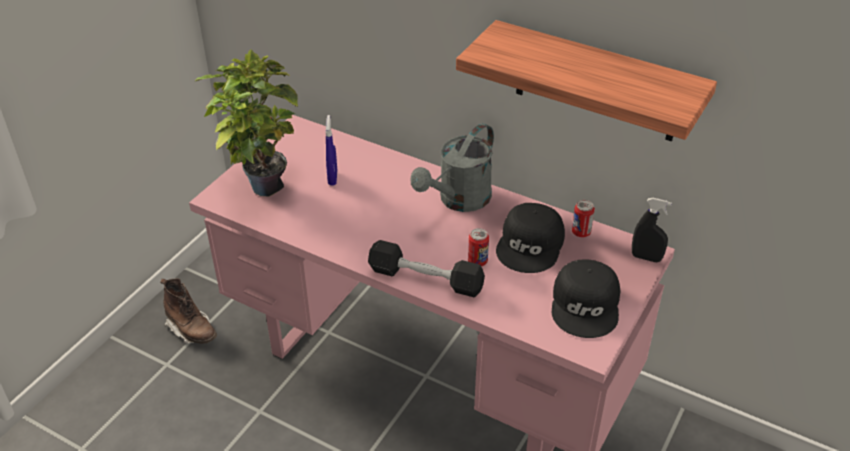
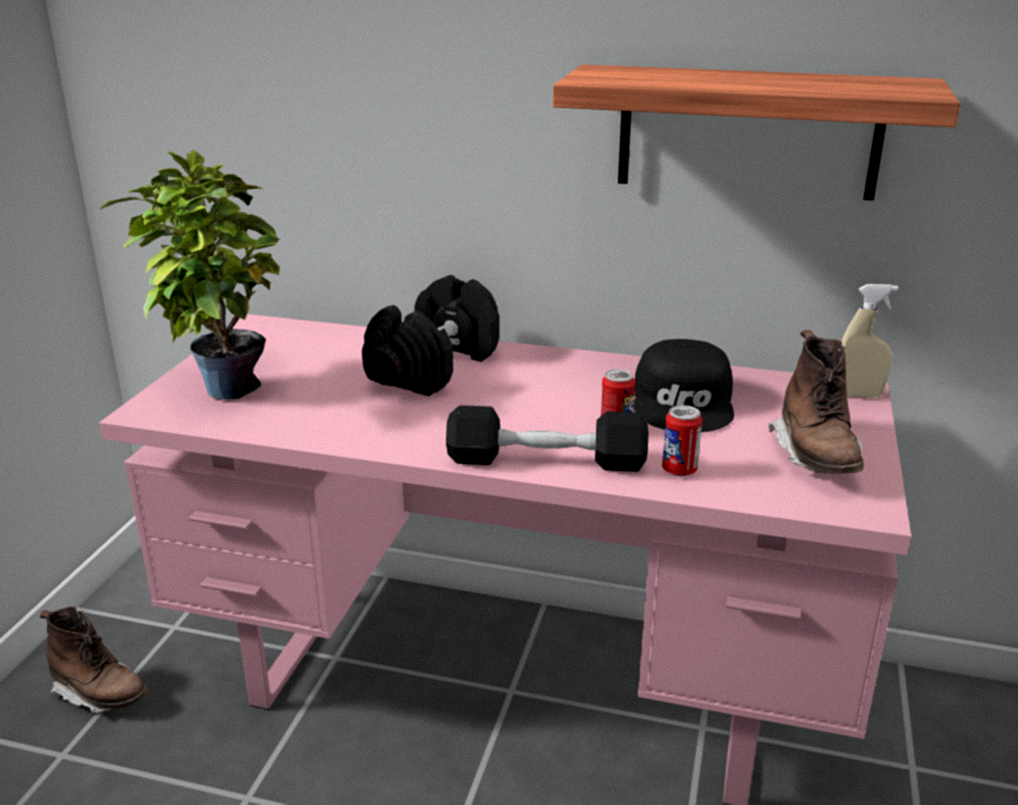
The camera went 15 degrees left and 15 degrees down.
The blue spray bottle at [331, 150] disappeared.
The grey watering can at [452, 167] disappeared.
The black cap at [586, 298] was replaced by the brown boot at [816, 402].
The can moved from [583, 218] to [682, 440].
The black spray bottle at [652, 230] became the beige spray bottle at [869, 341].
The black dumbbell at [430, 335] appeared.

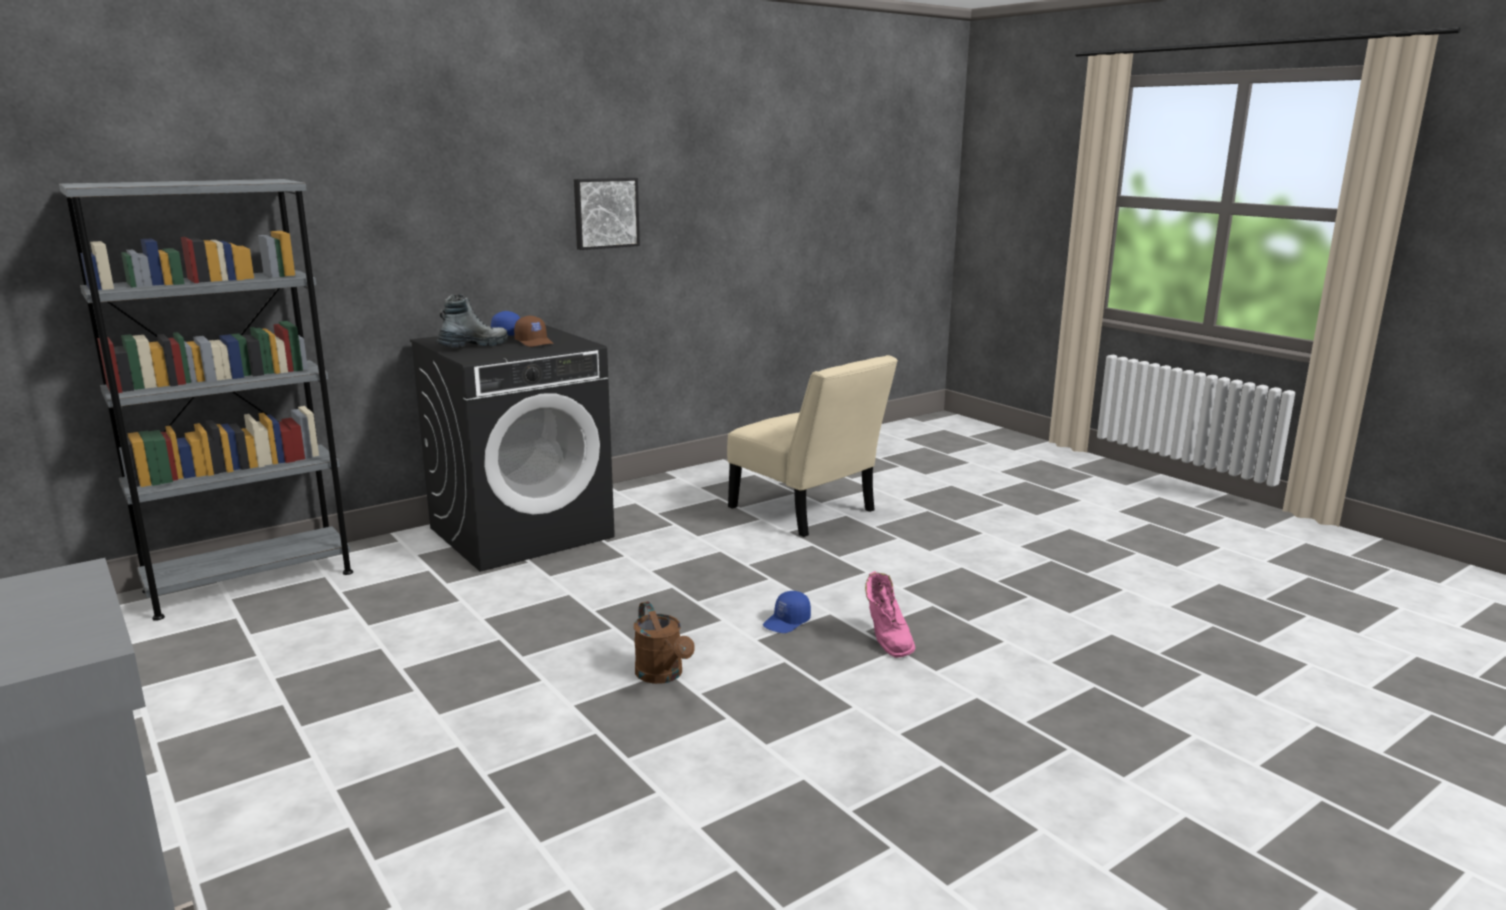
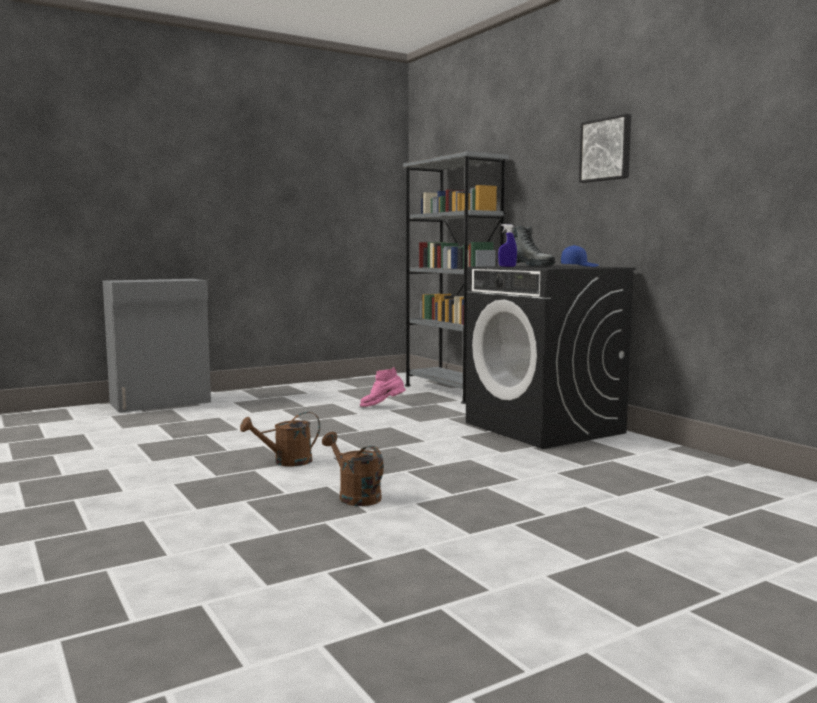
The camera went 95 degrees right and 10 degrees down.
The brown cap at [534, 331] disappeared.
The picture moved from [607, 214] to [605, 148].
The beige chair at [812, 446] disappeared.
The blue cap at [787, 612] was replaced by the brown watering can at [353, 469].
The pink boot moved from [890, 614] to [383, 387].
The blue spray bottle at [507, 245] appeared.

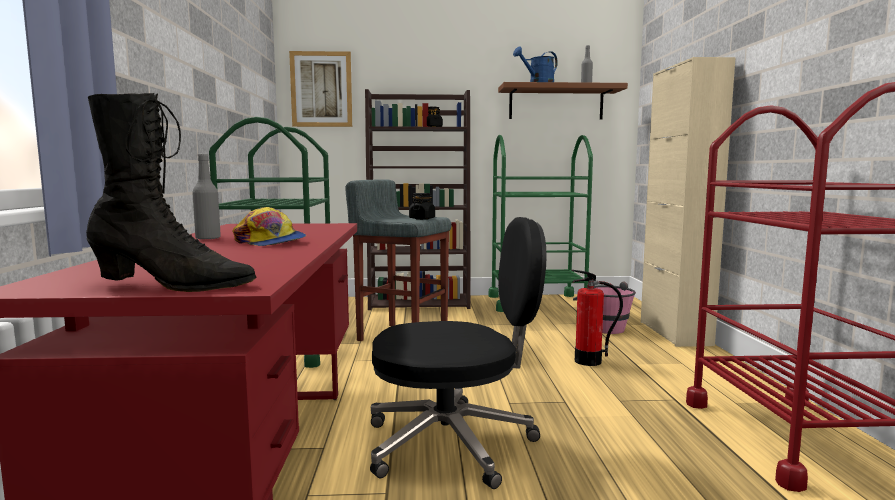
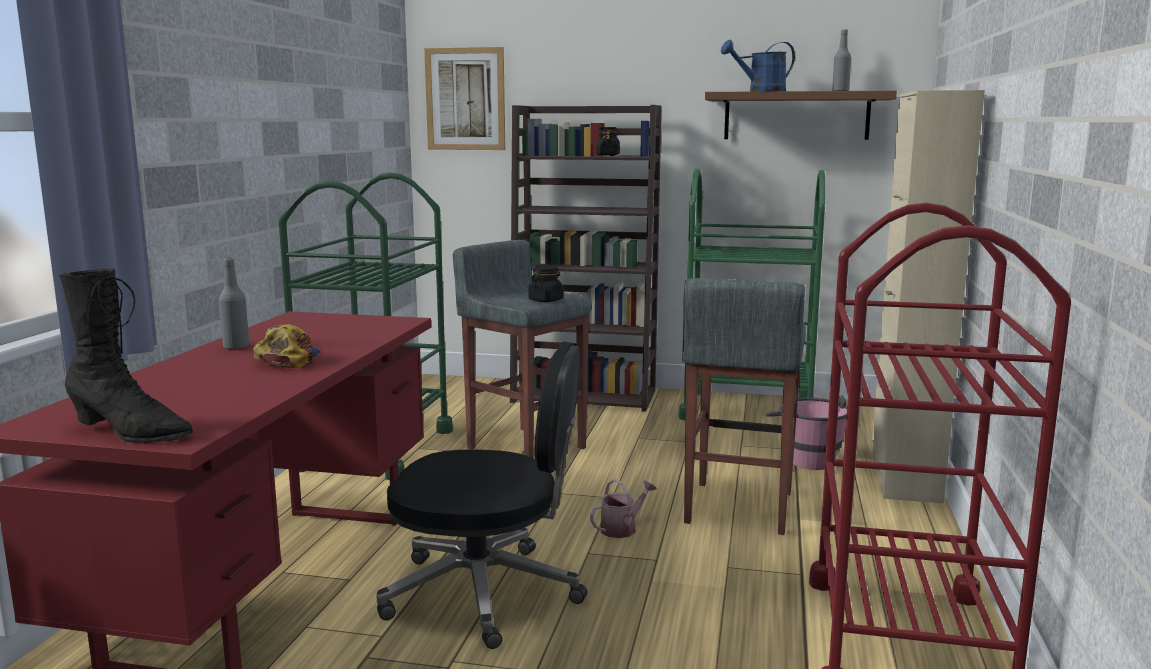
The camera went 15 degrees right and 5 degrees up.
The cap at [269, 226] turned 150 degrees counterclockwise.
The fire extinguisher at [597, 318] was replaced by the grey stool at [744, 406].
The watering can at [623, 508] appeared.

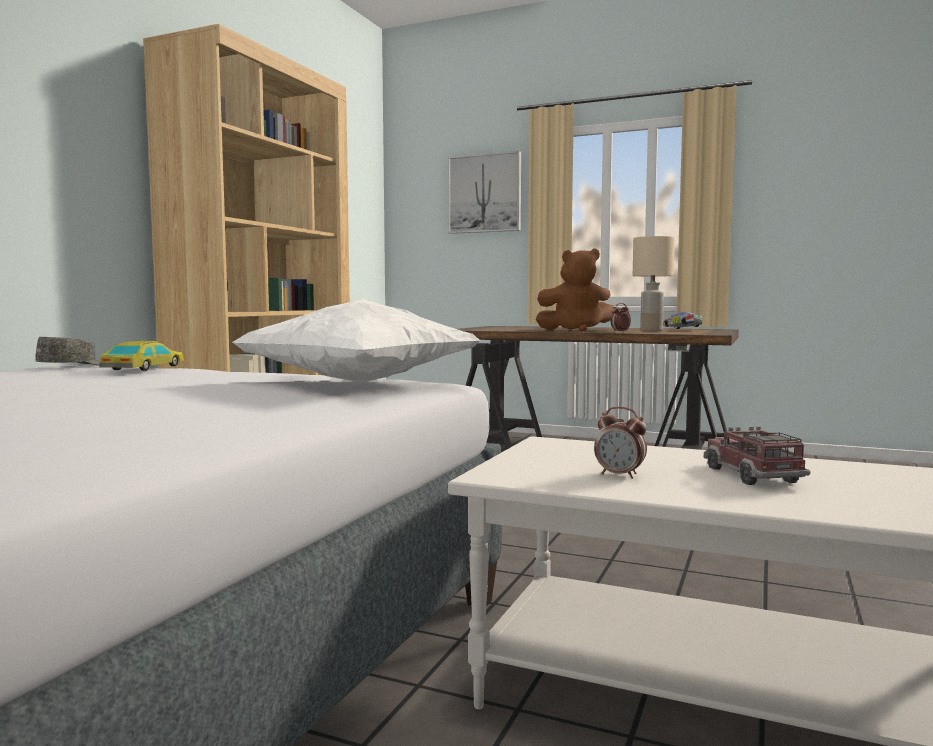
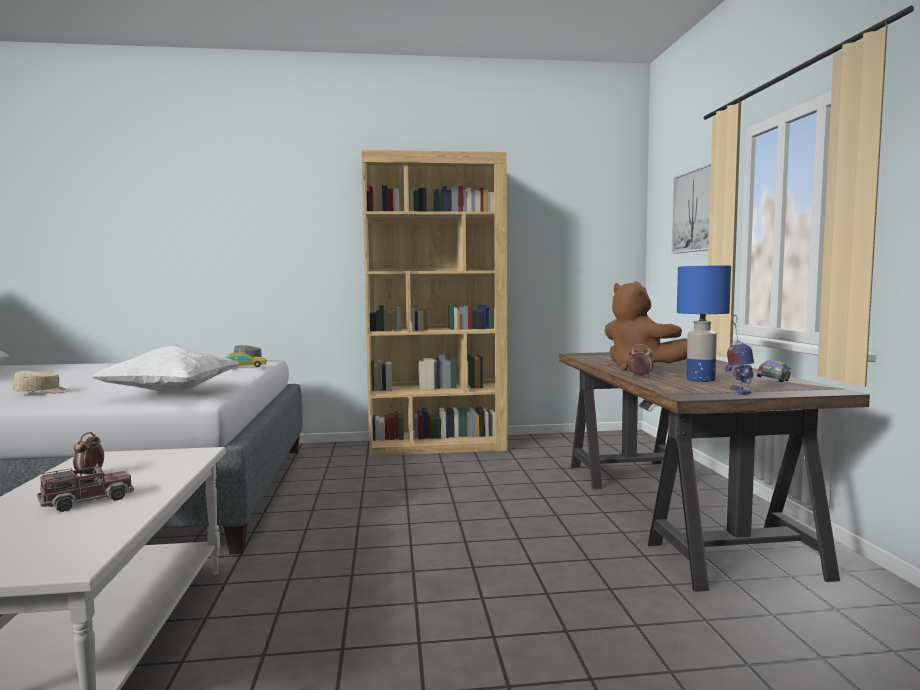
The camera went 60 degrees right and 0 degrees up.
The beige table lamp at [654, 283] became the blue table lamp at [704, 324].
The beige cap at [41, 382] appeared.
The toy robot at [739, 355] appeared.

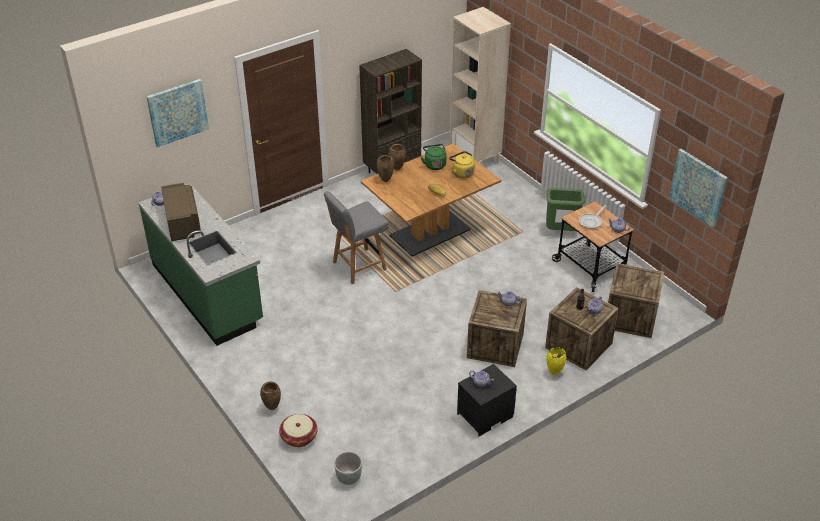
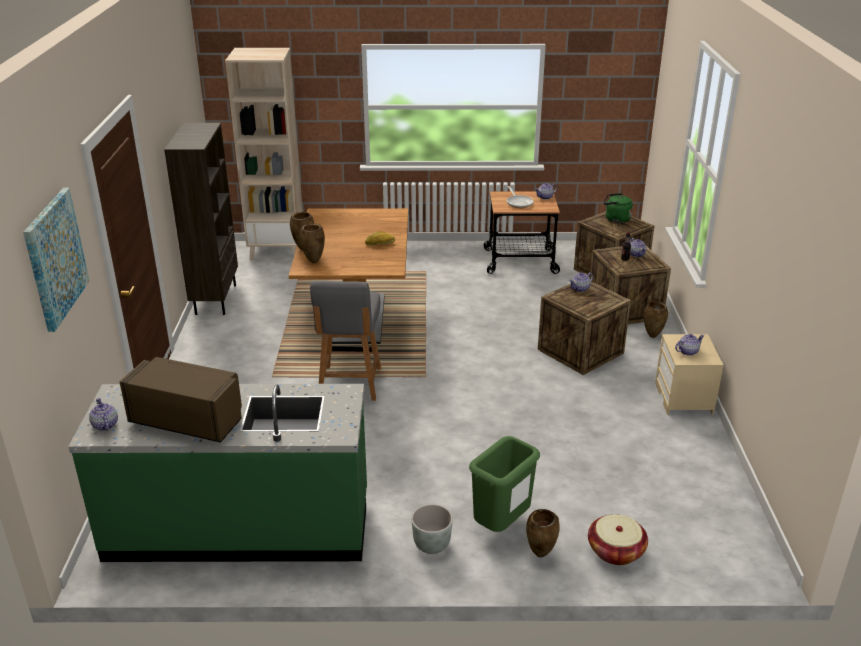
The camera went 55 degrees left and 10 degrees down.
The grey planter moved from [348, 468] to [432, 529].
The green kettle moved from [433, 157] to [618, 208].
The yellow kettle at [462, 164] disappeared.
The black nightstand at [487, 400] became the beige nightstand at [689, 374].
The green trash can moved from [565, 209] to [504, 484].
The yellow vase at [556, 361] became the brown vase at [656, 319].
The picture at [698, 188] disappeared.

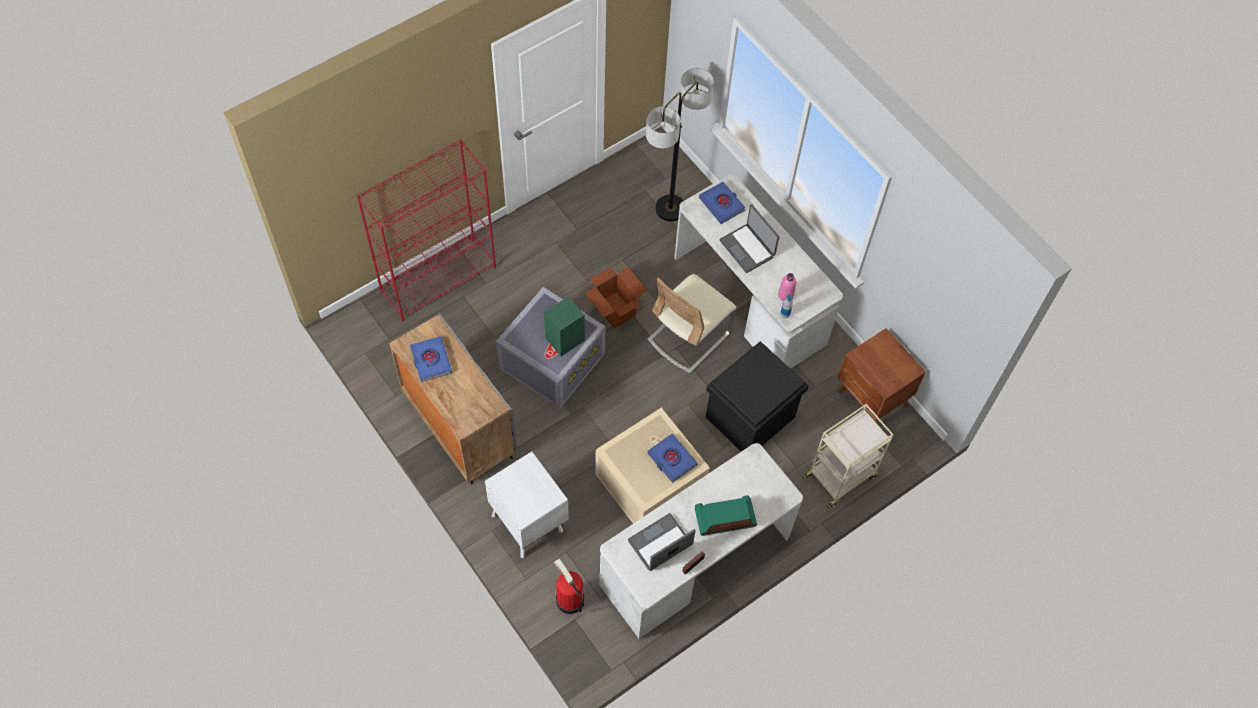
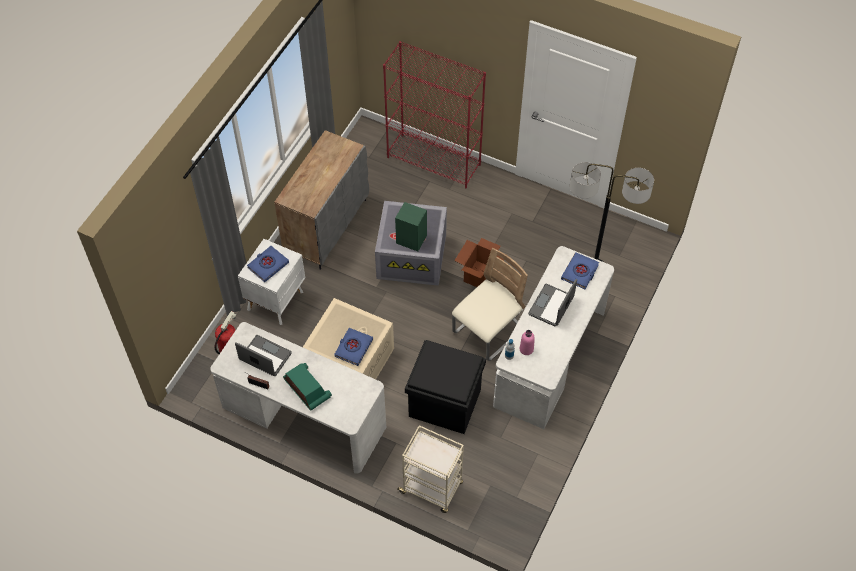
The camera went 65 degrees right and 5 degrees down.
The blue book moved from [431, 359] to [268, 264].
The beige chair at [691, 323] turned 120 degrees clockwise.
The brown nightstand at [882, 375] disappeared.

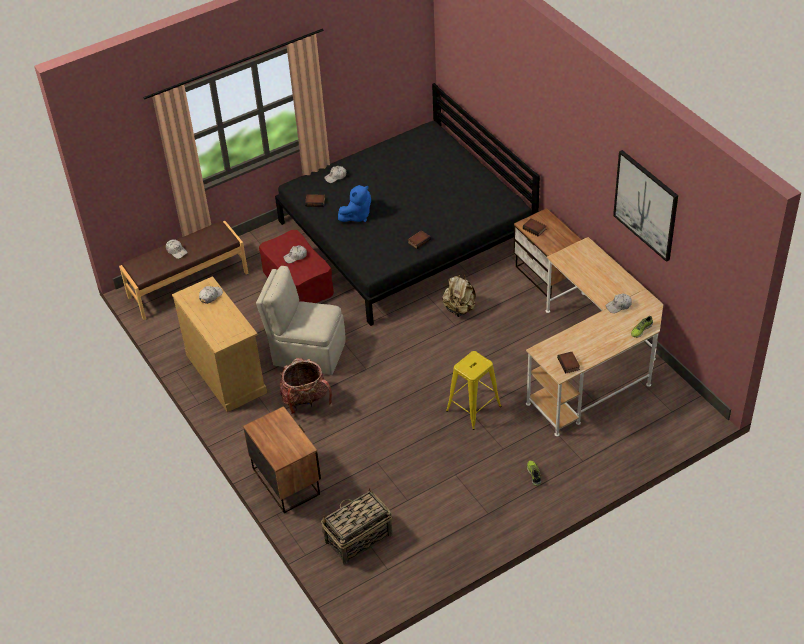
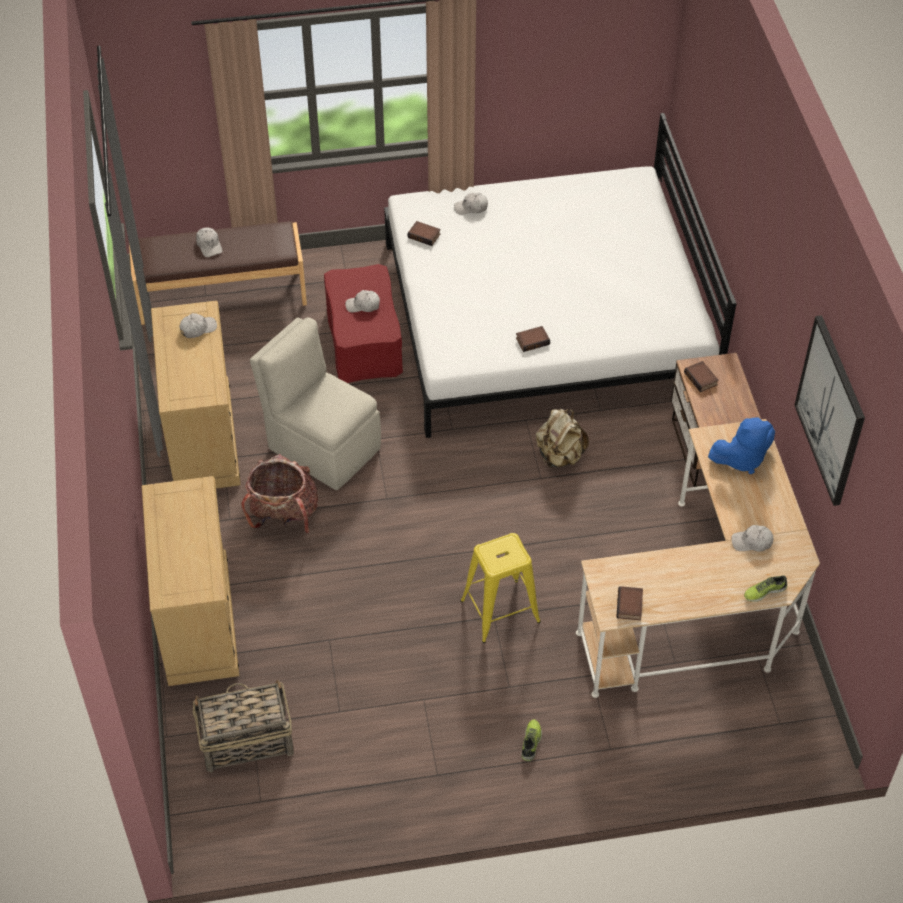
The camera went 20 degrees right and 5 degrees up.
The nightstand at [282, 459] was replaced by the beige dresser at [190, 581].
The black bed at [407, 204] became the white bed at [560, 275].
The blue plush toy moved from [354, 203] to [741, 445].

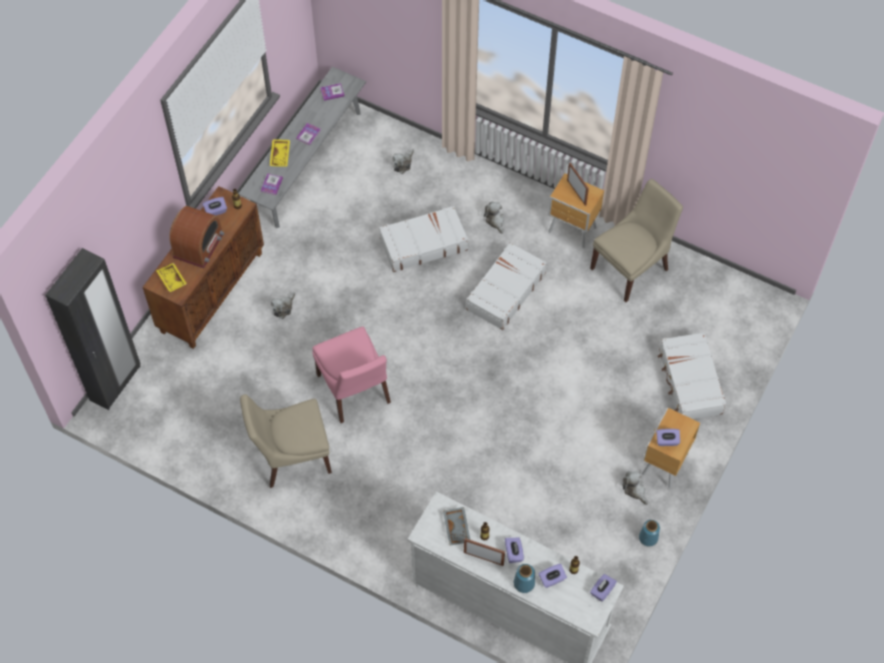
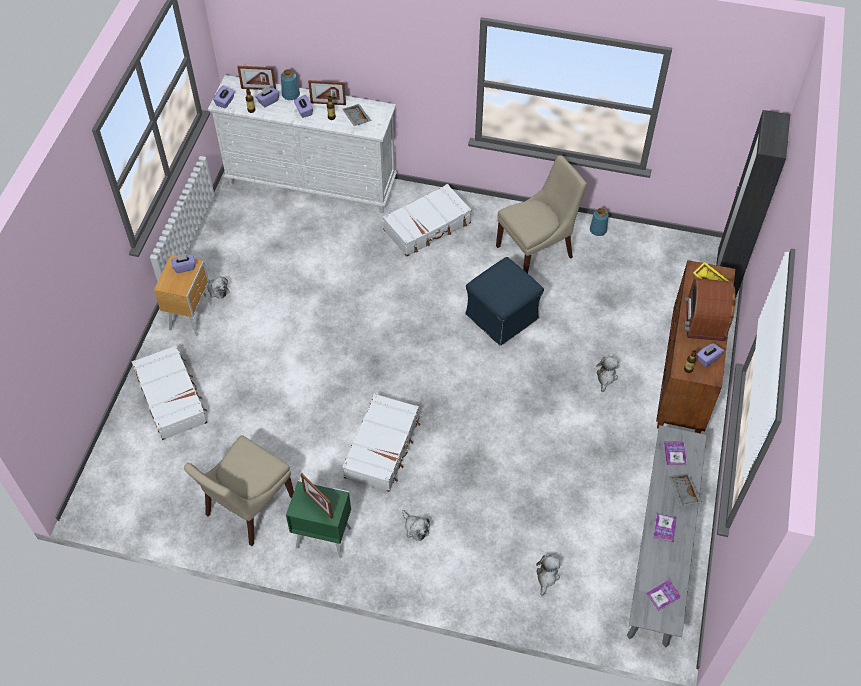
The camera went 165 degrees right and 5 degrees down.
The yellow tray at [279, 153] became the grey tray at [685, 490].
The pink chair at [351, 375] was replaced by the blue ottoman at [504, 301].
The white suitcase moved from [423, 239] to [427, 220].
The brown nightstand at [576, 210] became the green nightstand at [318, 519].
The blue vase moved from [649, 533] to [599, 222].
The picture frame at [256, 78] appeared.

